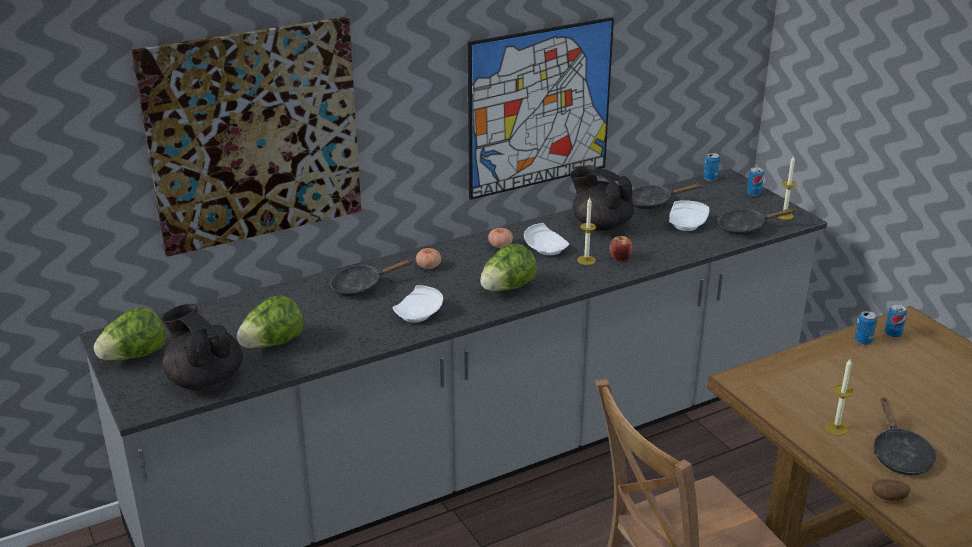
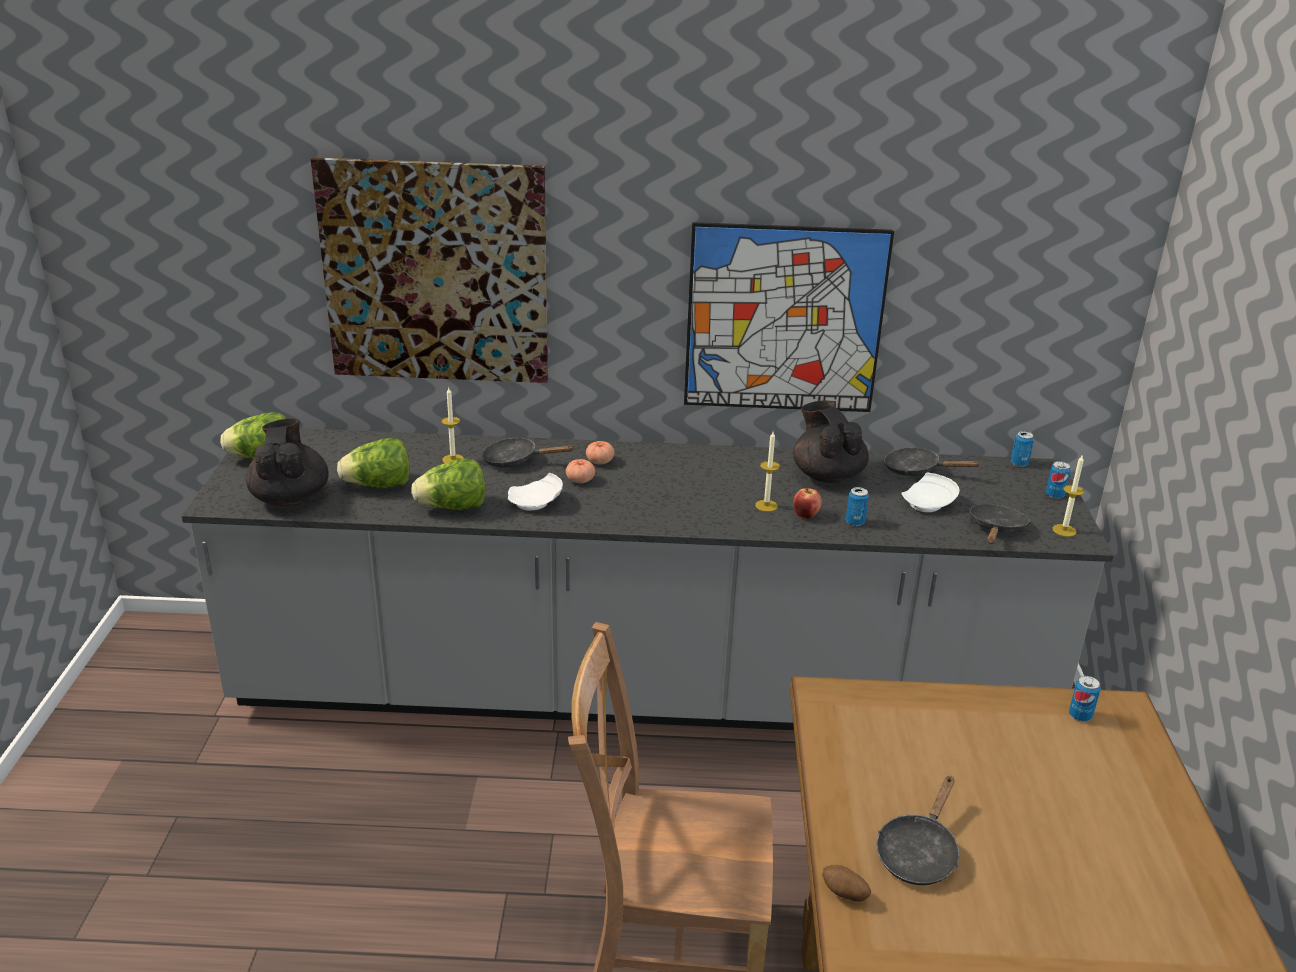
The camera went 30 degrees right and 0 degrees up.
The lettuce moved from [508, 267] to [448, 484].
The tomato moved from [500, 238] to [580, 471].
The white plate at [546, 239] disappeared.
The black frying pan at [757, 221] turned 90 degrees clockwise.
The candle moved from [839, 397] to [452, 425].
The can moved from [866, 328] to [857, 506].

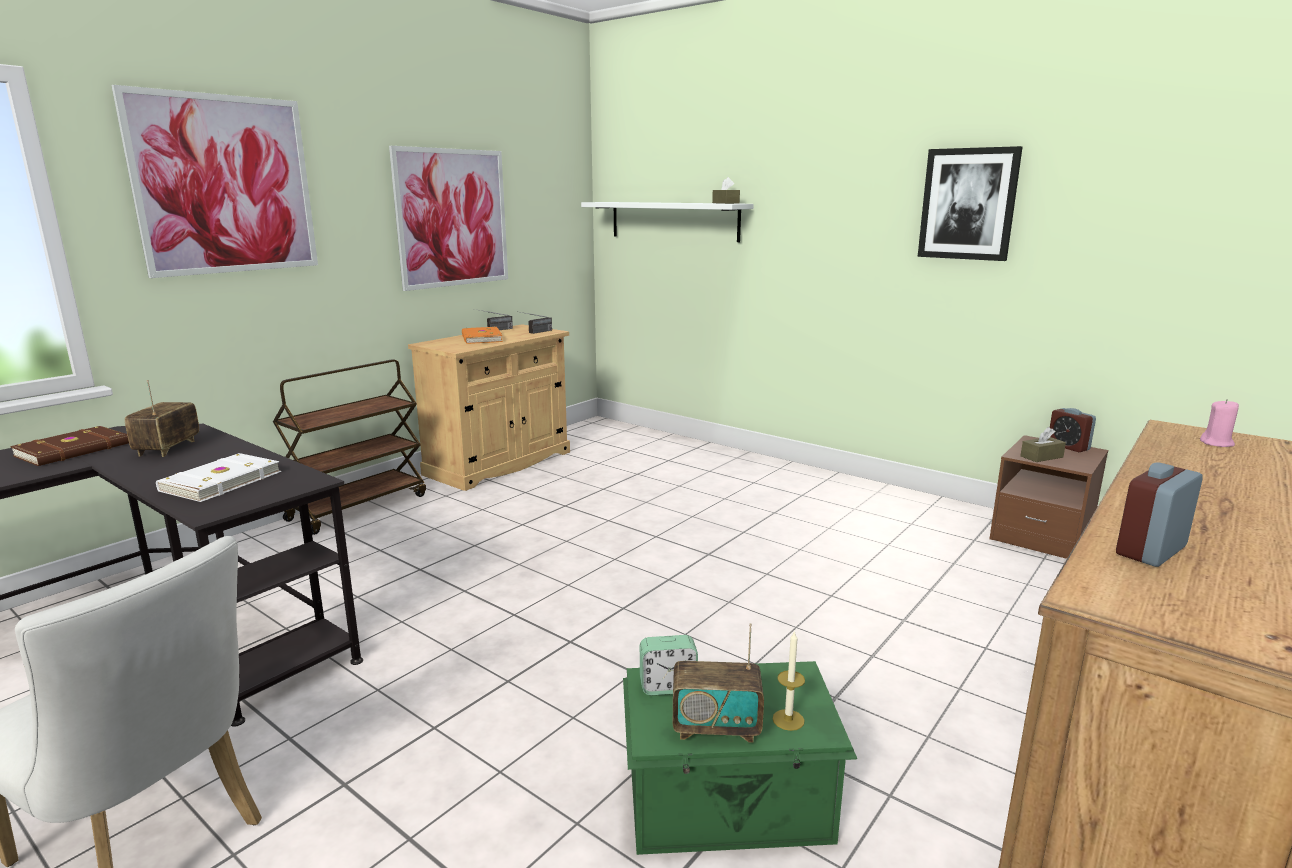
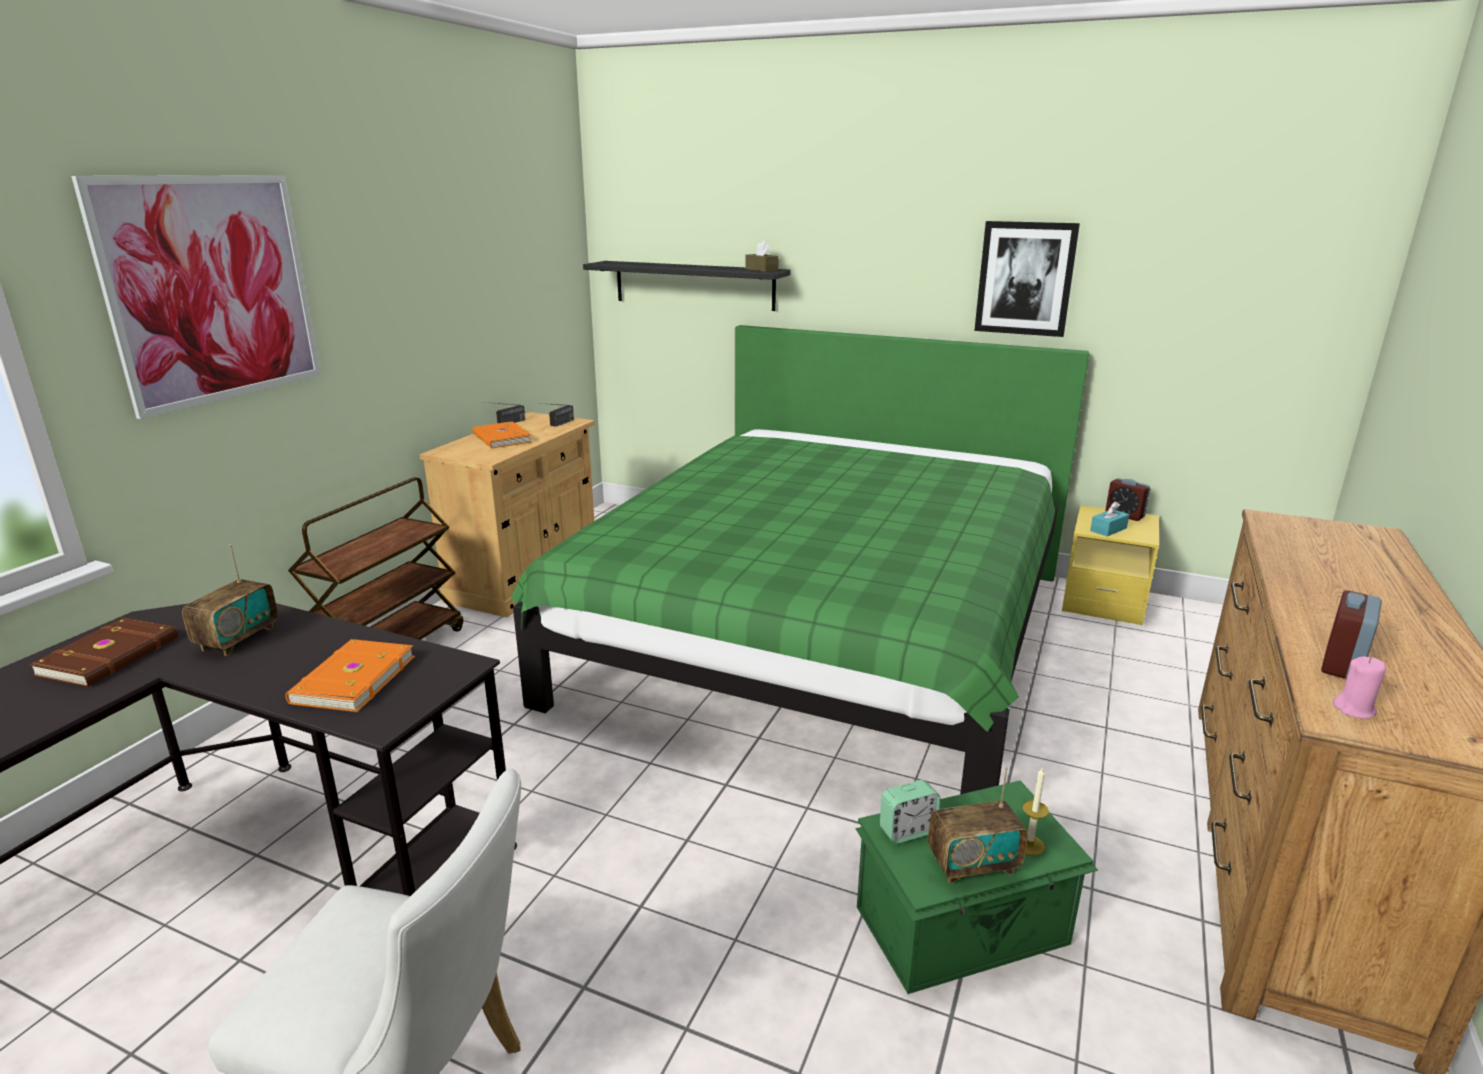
The camera went 15 degrees left and 5 degrees up.
The radio at [162, 418] turned 150 degrees counterclockwise.
The white book at [218, 477] became the orange book at [350, 675].
The picture at [448, 218] disappeared.
The white shelf at [667, 222] became the black shelf at [687, 286].
The brown nightstand at [1048, 497] became the yellow nightstand at [1110, 565].
The brown tissue box at [1043, 444] became the turquoise tissue box at [1109, 519].
The pink candle moved from [1219, 423] to [1359, 688].
The green bed at [800, 559] appeared.

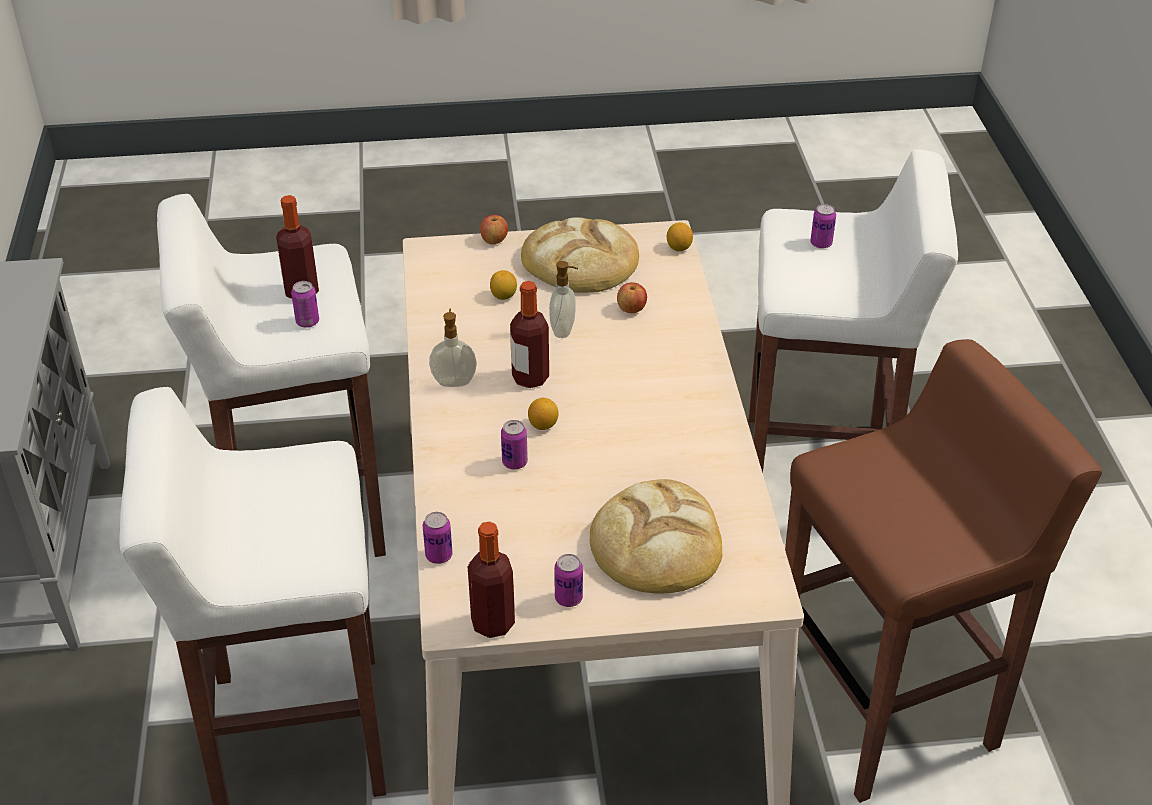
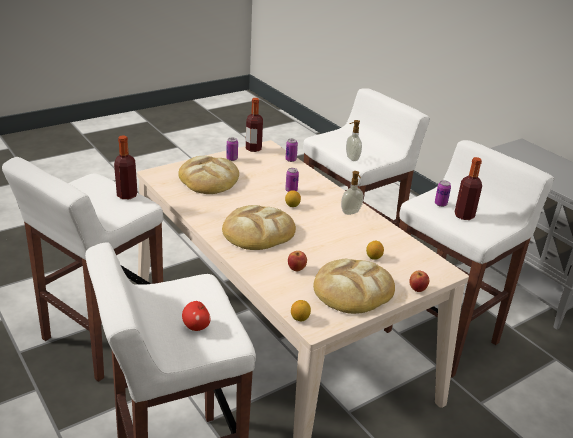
The camera went 150 degrees right and 10 degrees down.
The bottle moved from [529, 334] to [125, 167].
The soap dispenser moved from [563, 299] to [354, 140].
The brown stool at [943, 571] became the white stool at [82, 269].
The can at [823, 226] was replaced by the apple at [196, 316].
The bread at [259, 227] appeared.

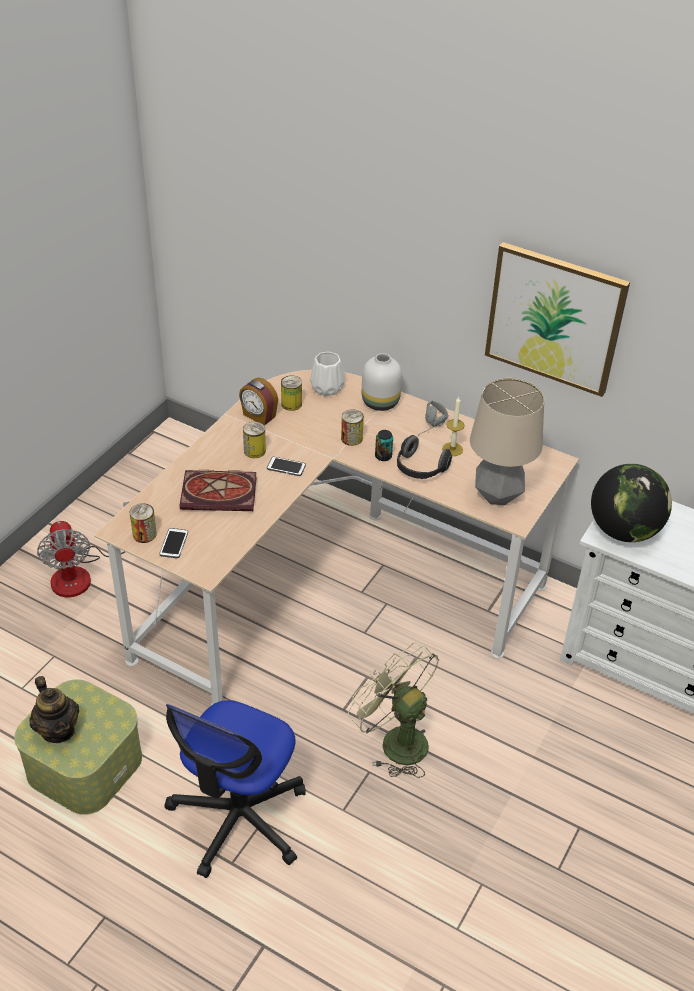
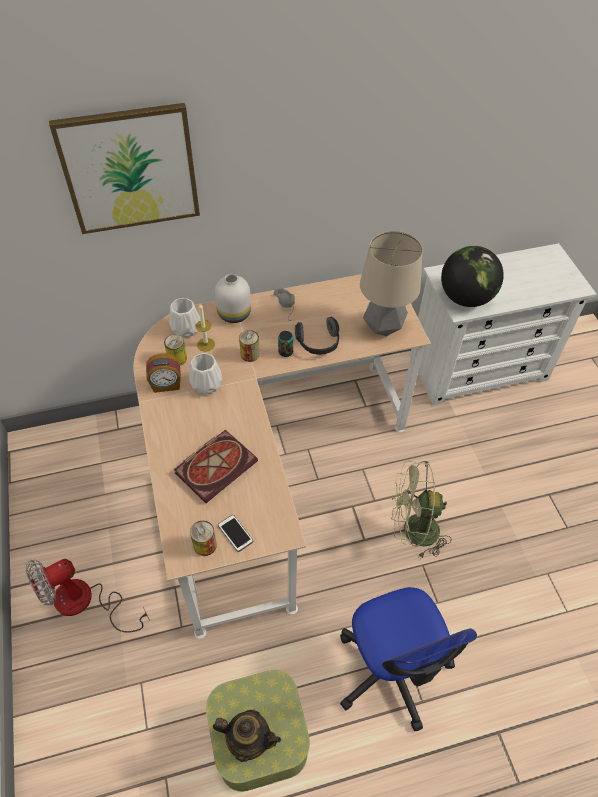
The camera went 45 degrees left and 10 degrees up.
The fan at [83, 550] turned 120 degrees clockwise.
The can at [254, 440] disappeared.
The phone at [286, 466] disappeared.
The candle moved from [453, 426] to [205, 328].
The picture moved from [557, 319] to [124, 168].
The white vase at [205, 374] appeared.

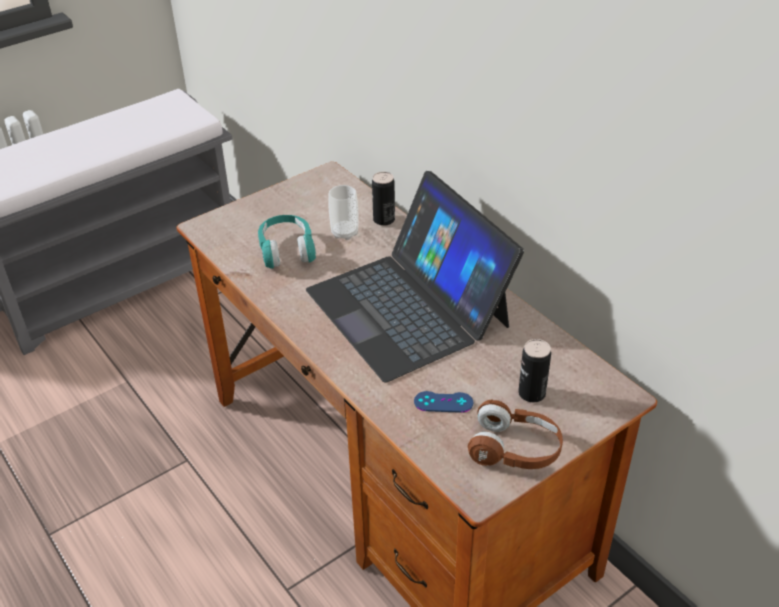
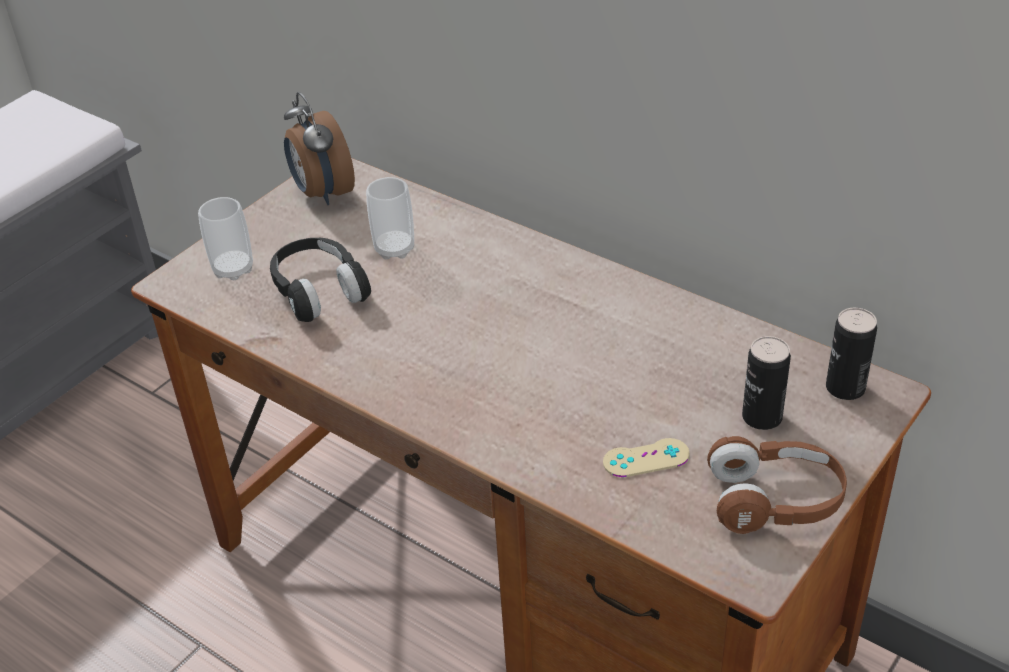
The camera went 15 degrees left and 0 degrees up.
The turquoise headphones at [287, 242] became the black headphones at [320, 280].
The laptop at [415, 277] disappeared.
The can moved from [383, 199] to [851, 354].
The blue game controller at [444, 402] became the beige game controller at [646, 457].
The cup at [225, 239] appeared.
The alarm clock at [319, 148] appeared.

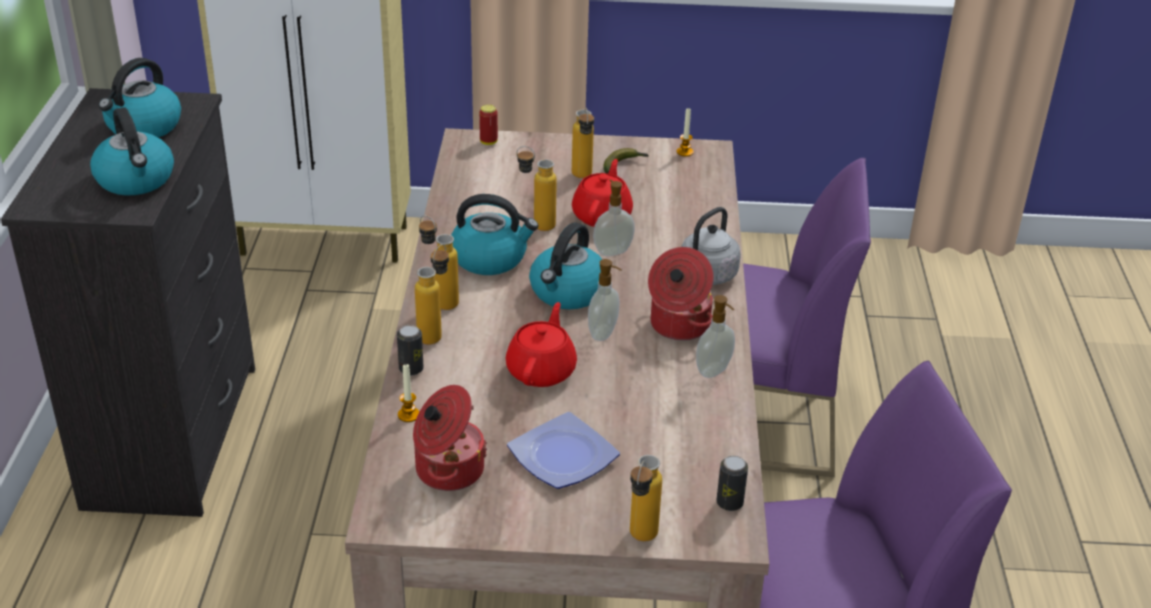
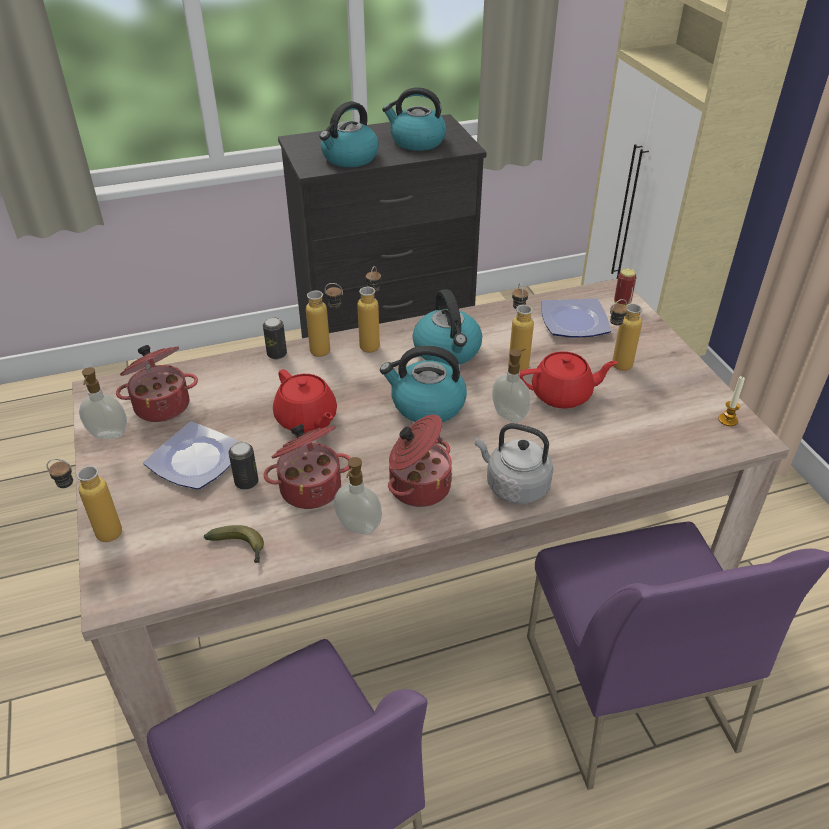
The camera went 70 degrees right and 5 degrees up.
The candle at [409, 393] disappeared.
The red teapot at [541, 344] turned 60 degrees clockwise.
The soap dispenser moved from [605, 300] to [103, 403].
The banana moved from [625, 160] to [234, 544].
The can moved from [732, 483] to [244, 466].
The cooking pot at [307, 466] appeared.
The plate at [576, 318] appeared.

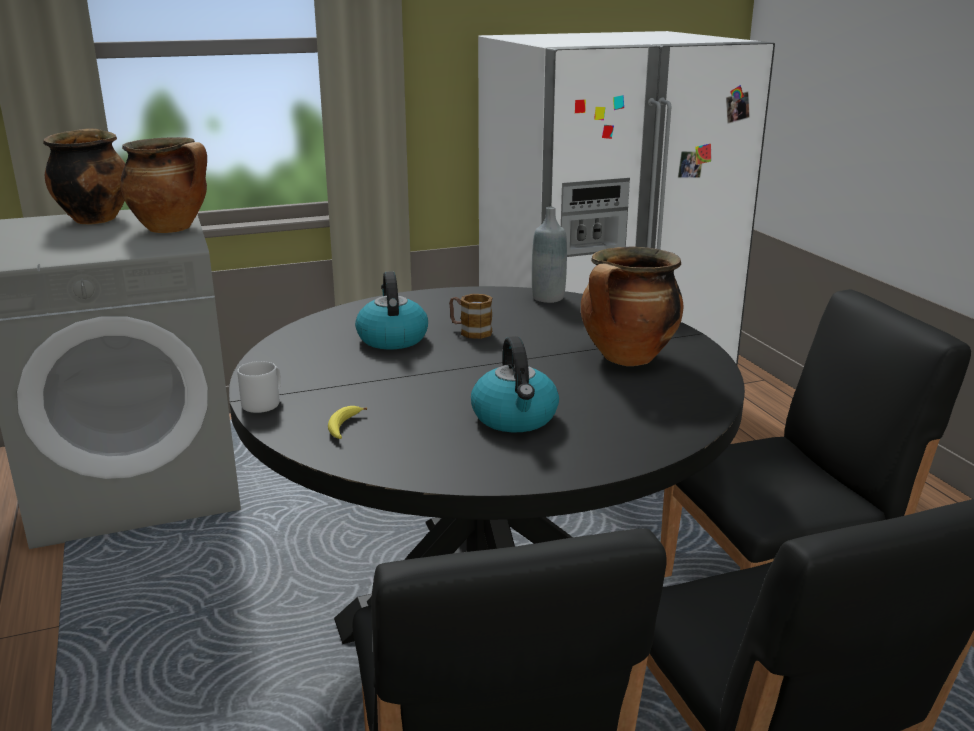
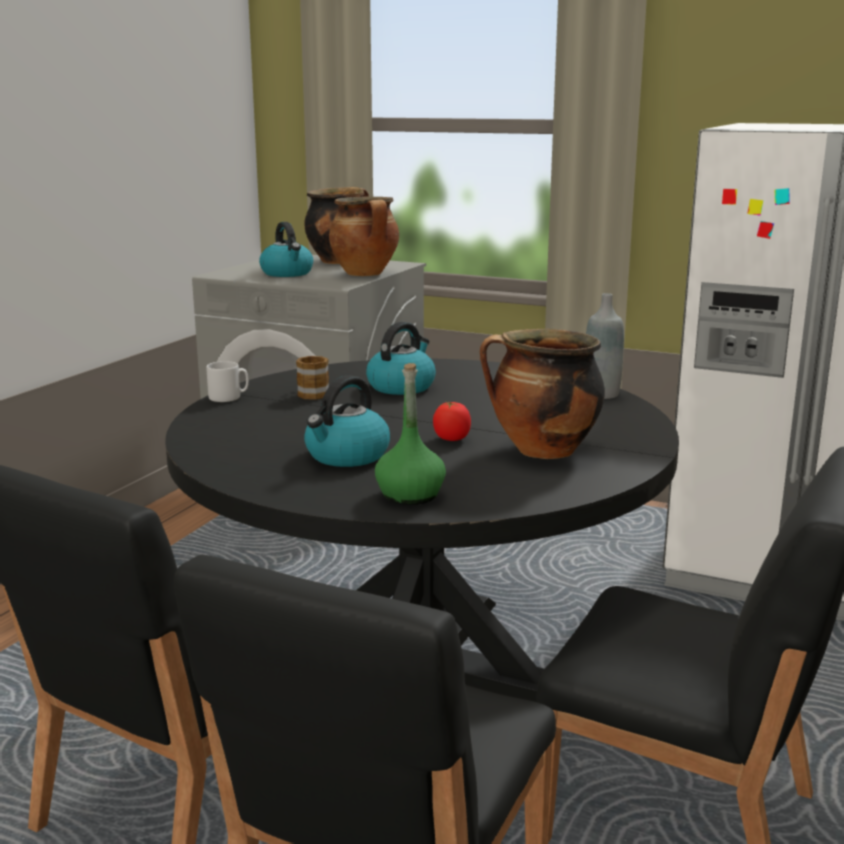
The camera went 45 degrees right and 5 degrees down.
The banana at [347, 422] disappeared.
The mug moved from [470, 316] to [312, 378].
The kettle at [286, 249] appeared.
The green bottle at [410, 434] appeared.
The tomato at [452, 421] appeared.

